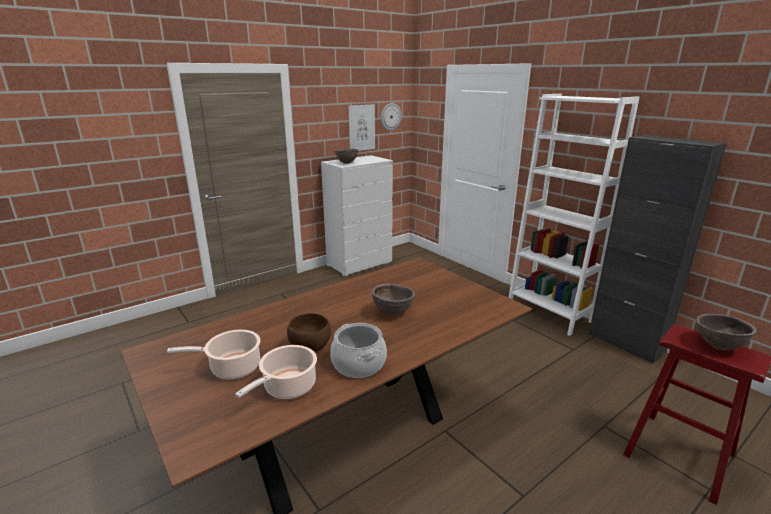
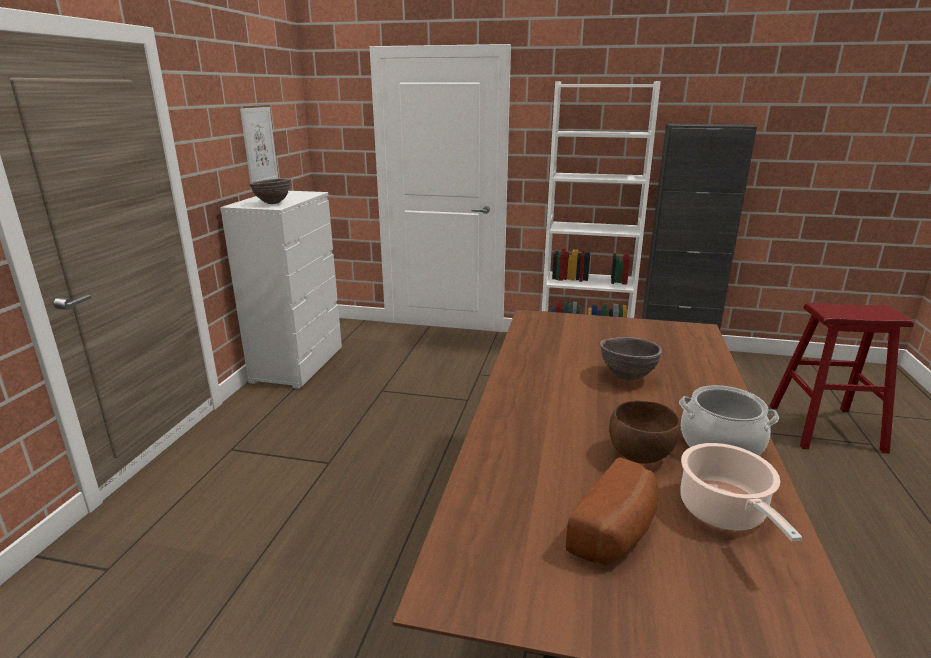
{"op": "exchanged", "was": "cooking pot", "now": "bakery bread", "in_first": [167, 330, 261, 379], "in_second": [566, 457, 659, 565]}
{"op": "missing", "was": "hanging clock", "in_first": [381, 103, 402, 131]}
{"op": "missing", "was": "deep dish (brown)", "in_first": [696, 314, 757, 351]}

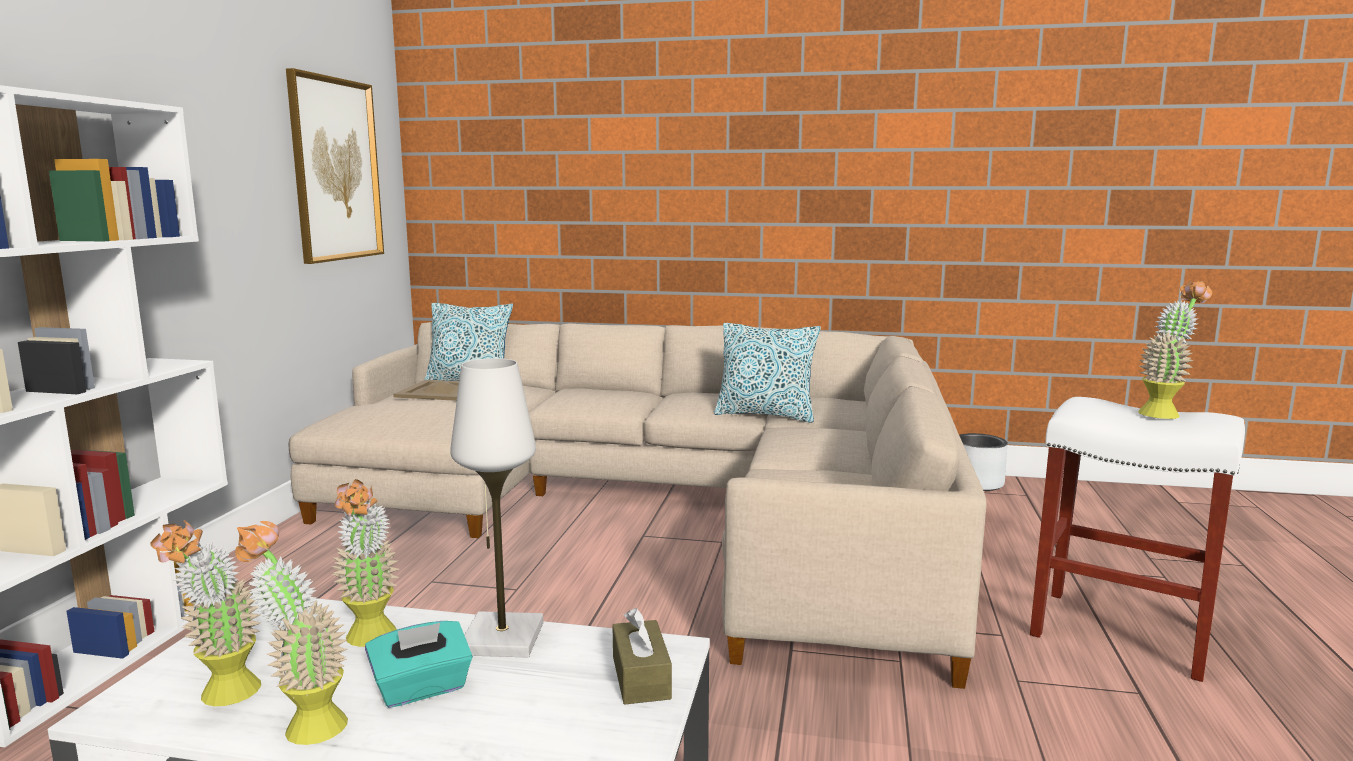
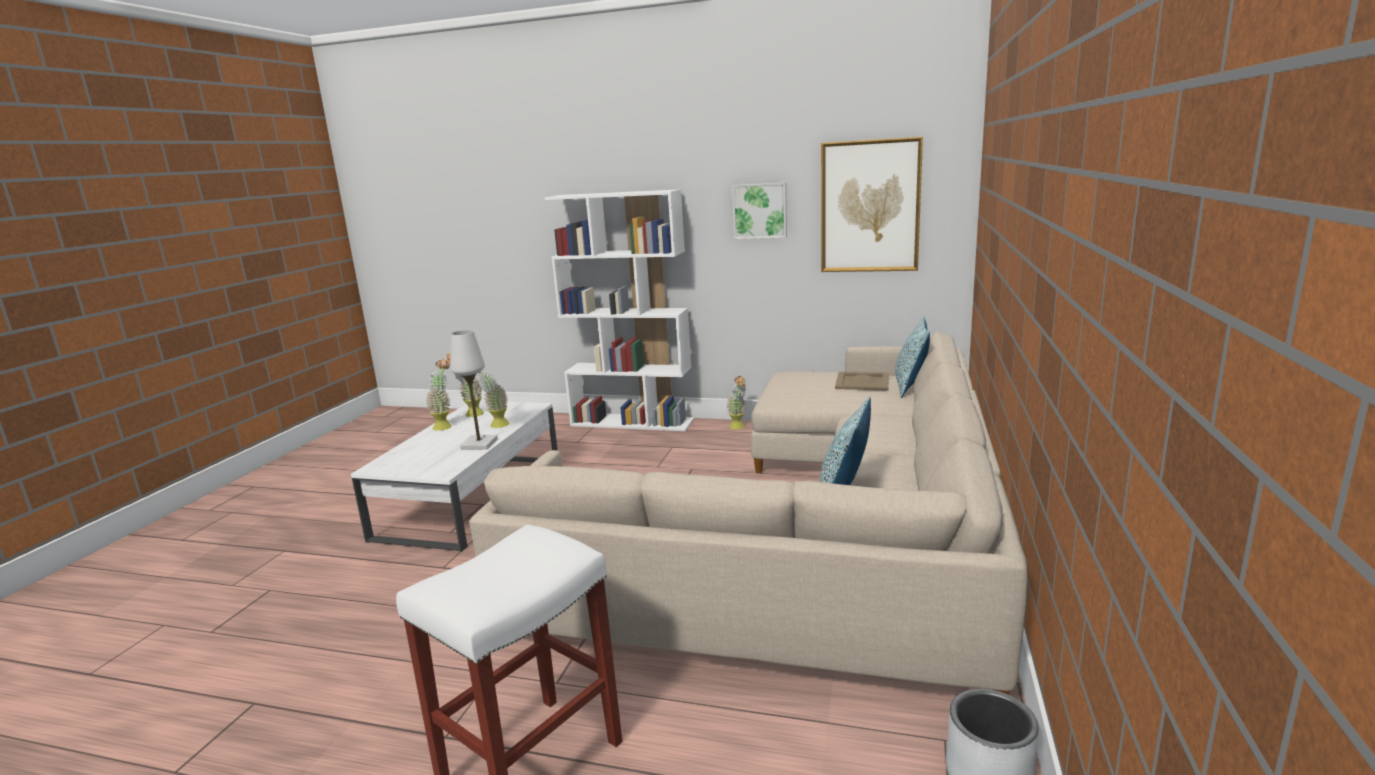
{"op": "relocated", "was": "potted plant", "in_first": [1138, 282, 1212, 419], "in_second": [726, 376, 746, 429]}
{"op": "appeared", "now": "wall picture", "in_second": [732, 182, 787, 239]}
{"op": "missing", "was": "box of tissues (turquoise-coloured)", "in_first": [365, 621, 473, 708]}
{"op": "missing", "was": "box of tissues (brown)", "in_first": [612, 608, 672, 705]}

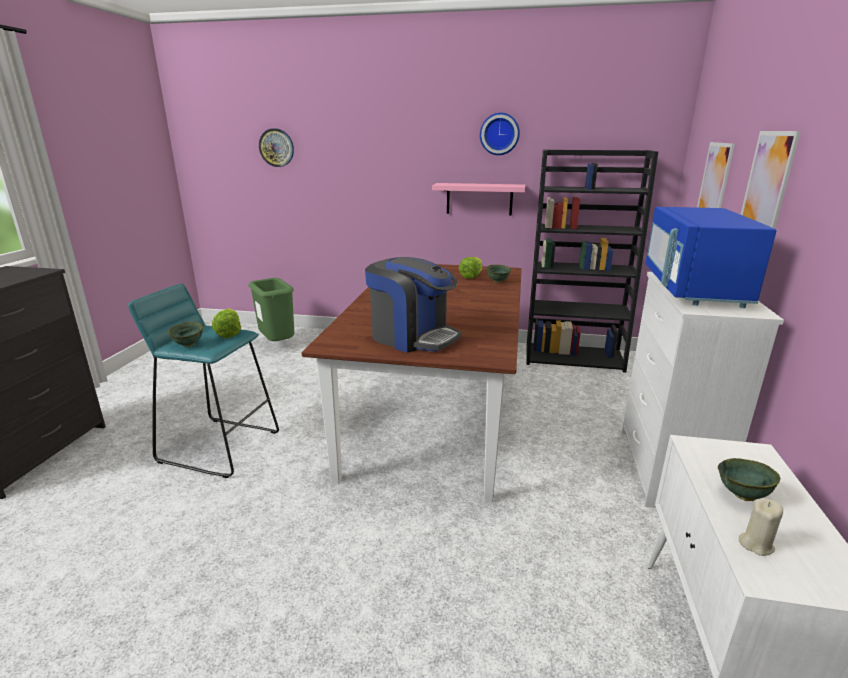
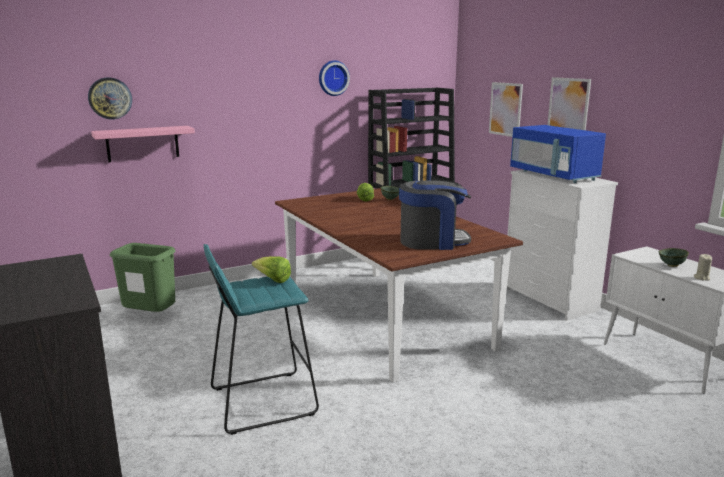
{"op": "relocated", "was": "bracket shelf (pink)", "in_first": [432, 183, 525, 216], "in_second": [91, 126, 195, 163]}
{"op": "missing", "was": "deep dish (green)", "in_first": [168, 322, 203, 347]}

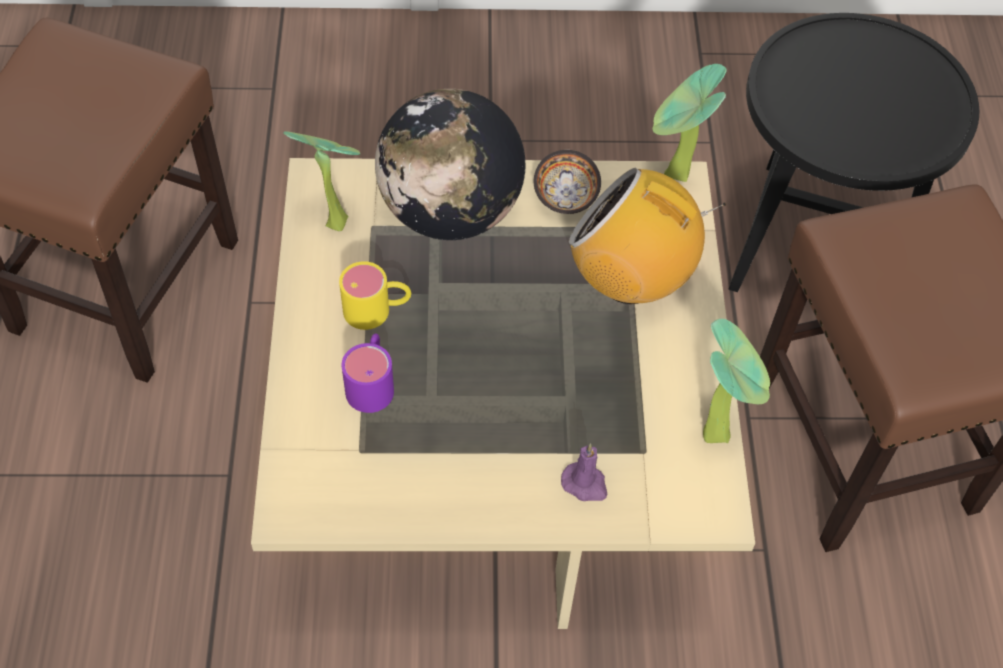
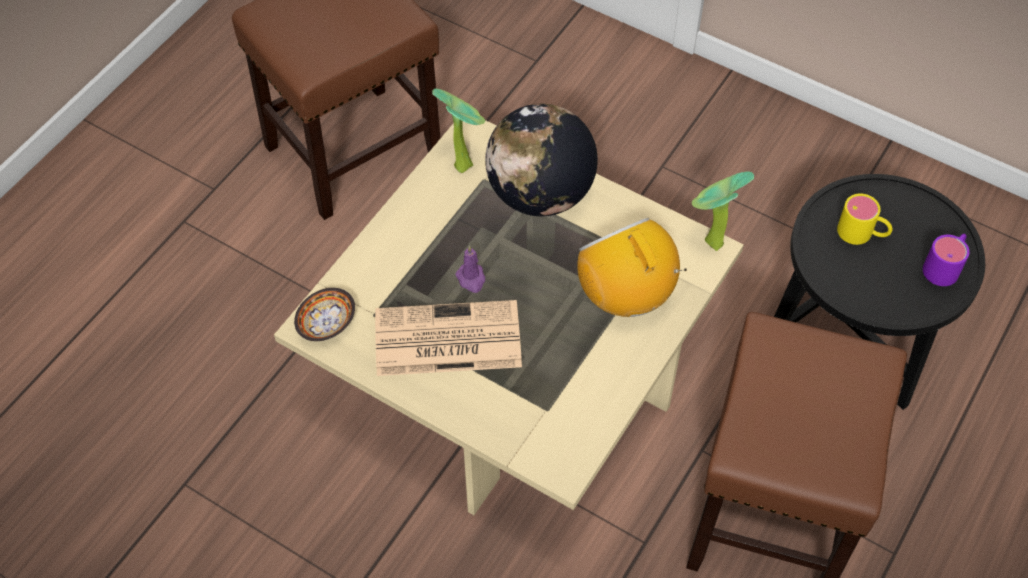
{"op": "relocated", "was": "deep dish", "in_first": [534, 150, 601, 214], "in_second": [294, 288, 355, 341]}
{"op": "appeared", "now": "printed paper", "in_second": [375, 300, 522, 376]}
{"op": "relocated", "was": "wax light (purplish)", "in_first": [561, 444, 607, 501], "in_second": [455, 245, 485, 293]}
{"op": "relocated", "was": "tea mug (yellowish)", "in_first": [339, 261, 411, 330], "in_second": [837, 193, 892, 245]}
{"op": "relocated", "was": "tea mug (purplish)", "in_first": [342, 333, 394, 413], "in_second": [923, 234, 970, 286]}
{"op": "missing", "was": "potted plant", "in_first": [703, 319, 770, 444]}

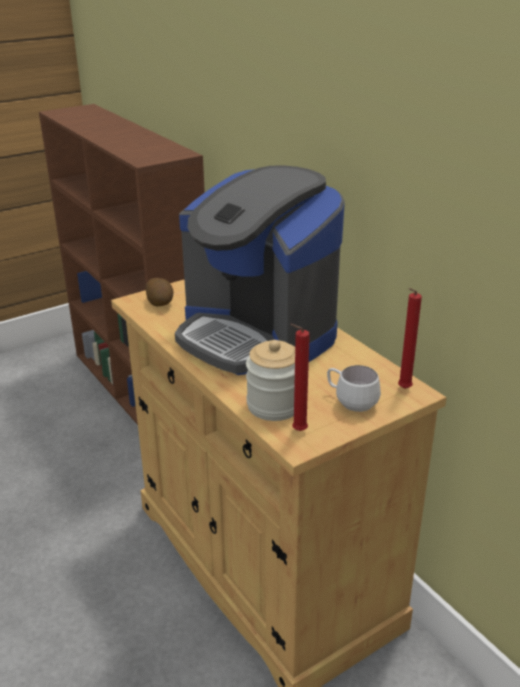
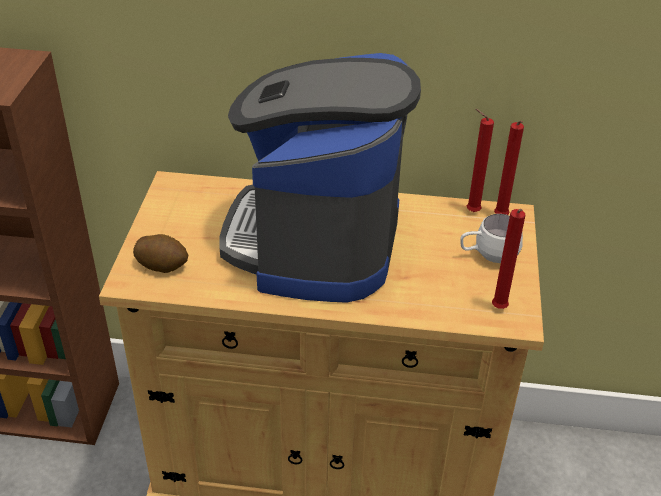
{"op": "spun", "was": "coffee machine", "in_first": [175, 165, 345, 375], "in_second": [219, 53, 421, 303], "clockwise": 105}
{"op": "appeared", "now": "wax light (reddish)", "in_second": [467, 109, 494, 212]}
{"op": "missing", "was": "storage jar", "in_first": [246, 340, 295, 421]}

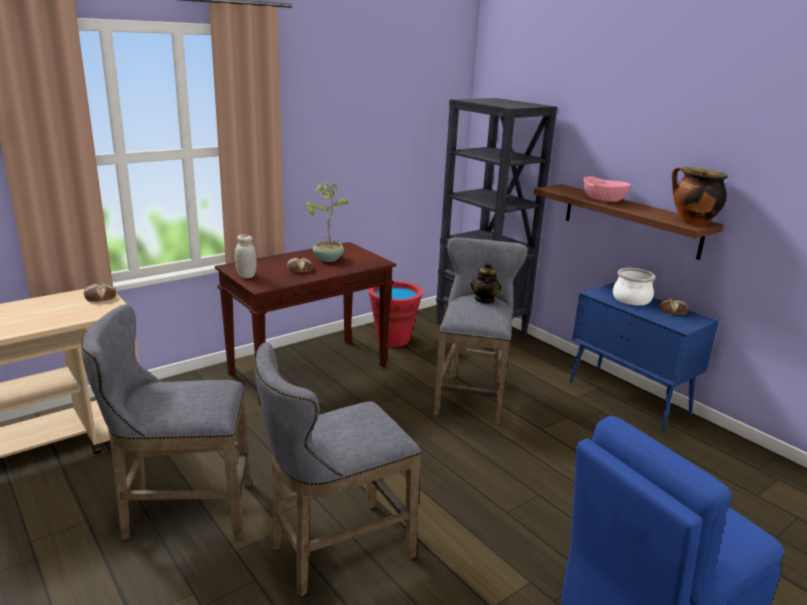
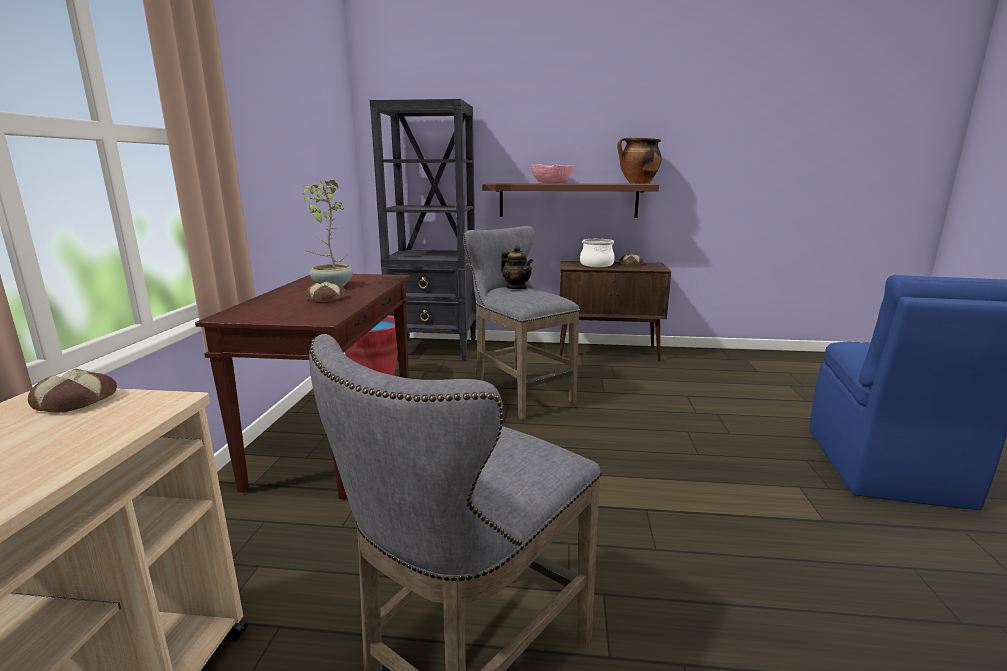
{"op": "colour", "was": "cupboard (blue-coloured)", "now": "cupboard (brown)", "in_first": [569, 283, 719, 431], "in_second": [560, 261, 671, 361]}
{"op": "missing", "was": "storage jar (white)", "in_first": [235, 235, 257, 278]}
{"op": "missing", "was": "stool (gray)", "in_first": [254, 342, 421, 597]}

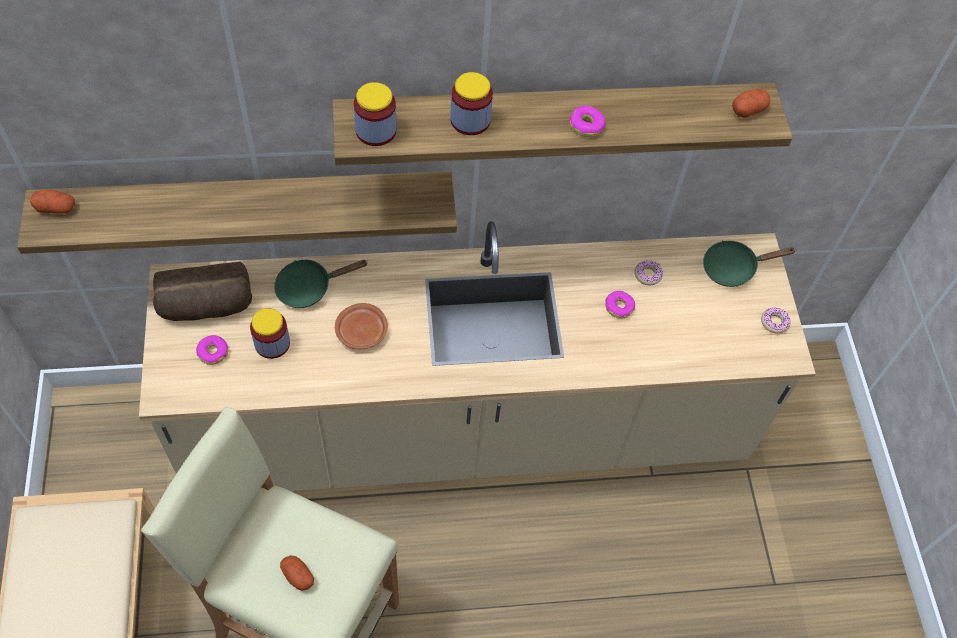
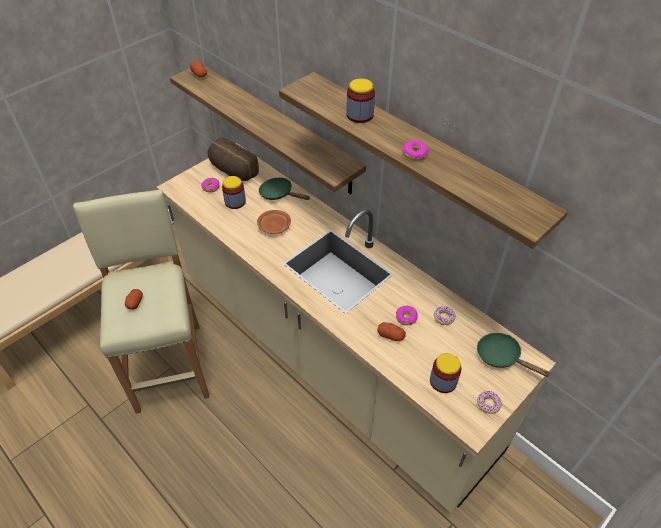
{"op": "relocated", "was": "spud", "in_first": [732, 89, 771, 118], "in_second": [377, 322, 406, 341]}
{"op": "relocated", "was": "storage jar", "in_first": [354, 82, 396, 146], "in_second": [430, 353, 461, 393]}

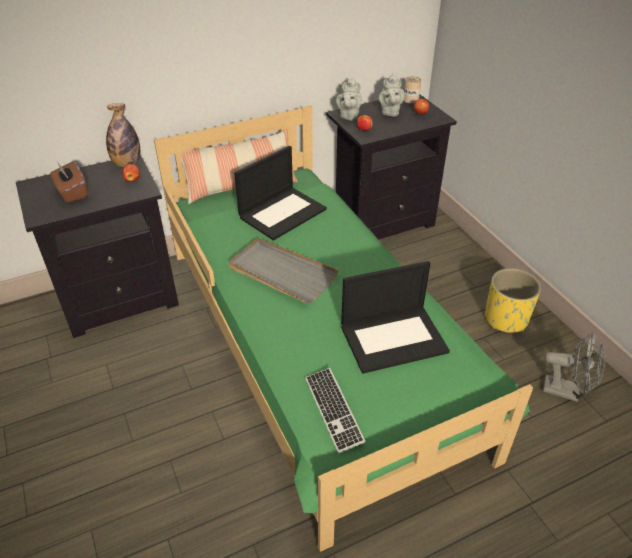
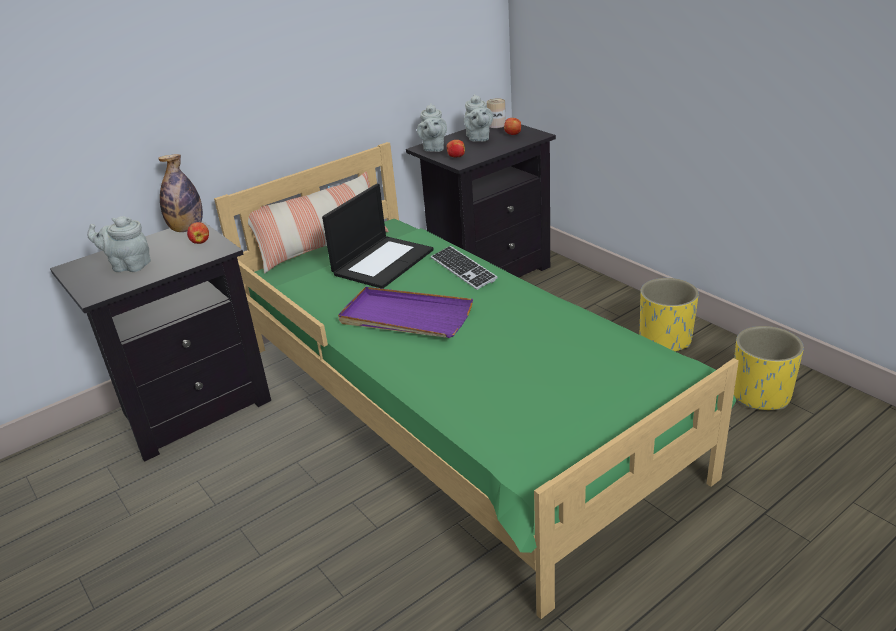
{"op": "exchanged", "was": "box of tissues (brown)", "now": "pot for tea (gray)", "in_first": [50, 161, 87, 203], "in_second": [87, 216, 151, 272]}
{"op": "colour", "was": "tray (gray)", "now": "tray (purplish)", "in_first": [228, 238, 338, 304], "in_second": [338, 287, 473, 338]}
{"op": "relocated", "was": "PC keyboard", "in_first": [305, 368, 365, 453], "in_second": [431, 246, 498, 290]}
{"op": "exchanged", "was": "electric fan (gray)", "now": "flower pot (yellowish)", "in_first": [543, 333, 605, 402], "in_second": [734, 326, 804, 410]}
{"op": "missing", "was": "portable computer", "in_first": [341, 261, 450, 374]}

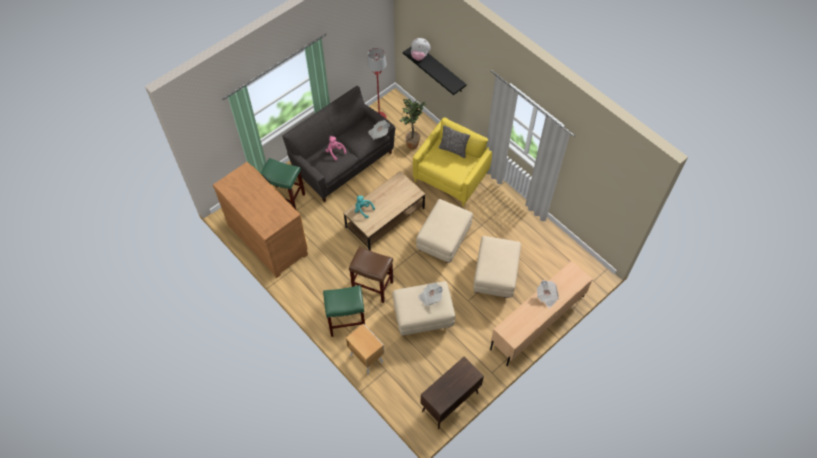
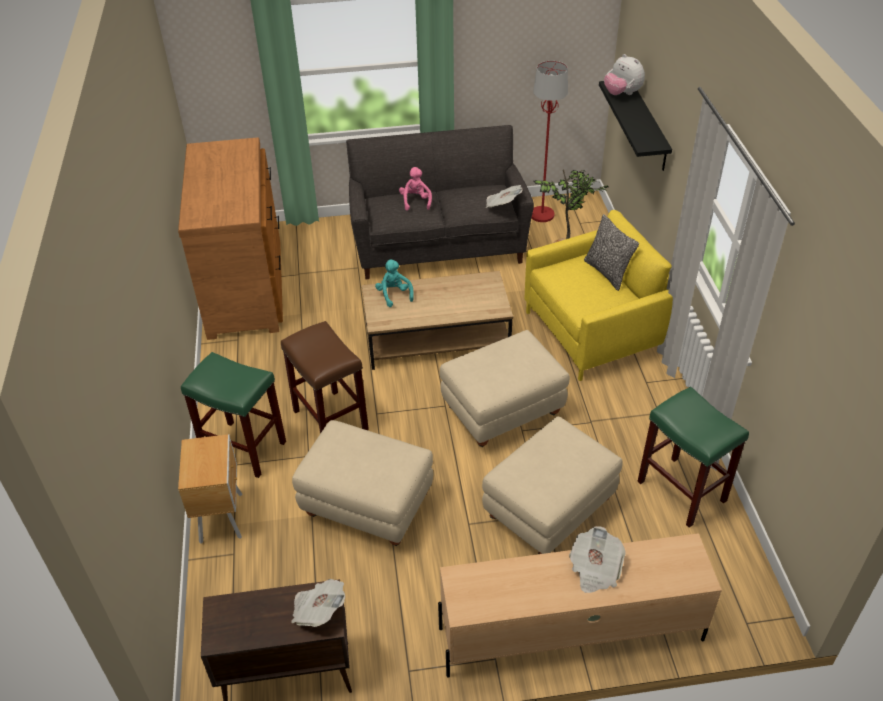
{"op": "relocated", "was": "printed paper", "in_first": [418, 283, 443, 306], "in_second": [292, 579, 345, 627]}
{"op": "relocated", "was": "stool (green)", "in_first": [260, 158, 305, 209], "in_second": [638, 387, 749, 528]}

